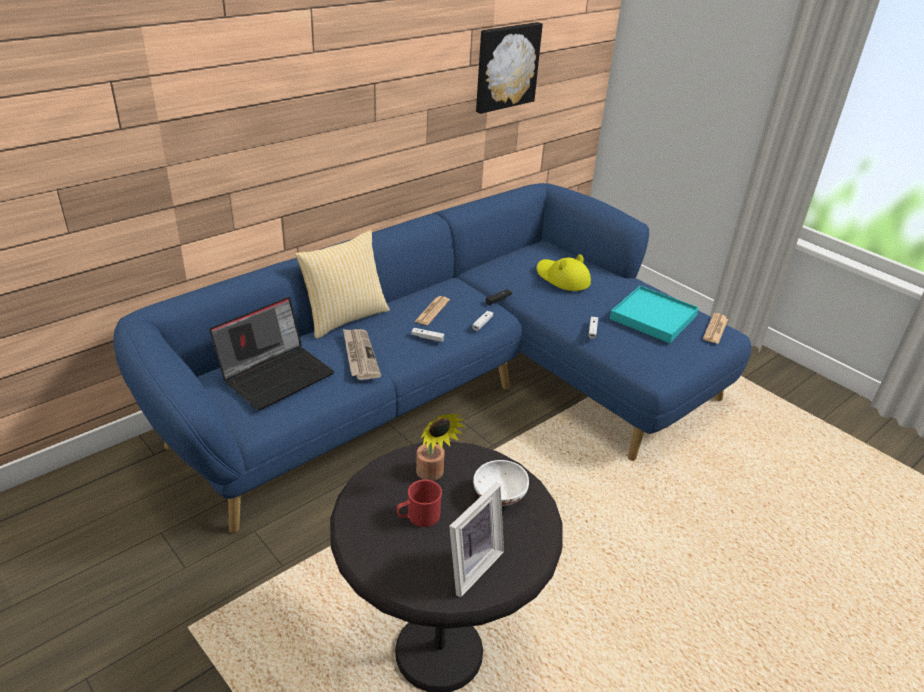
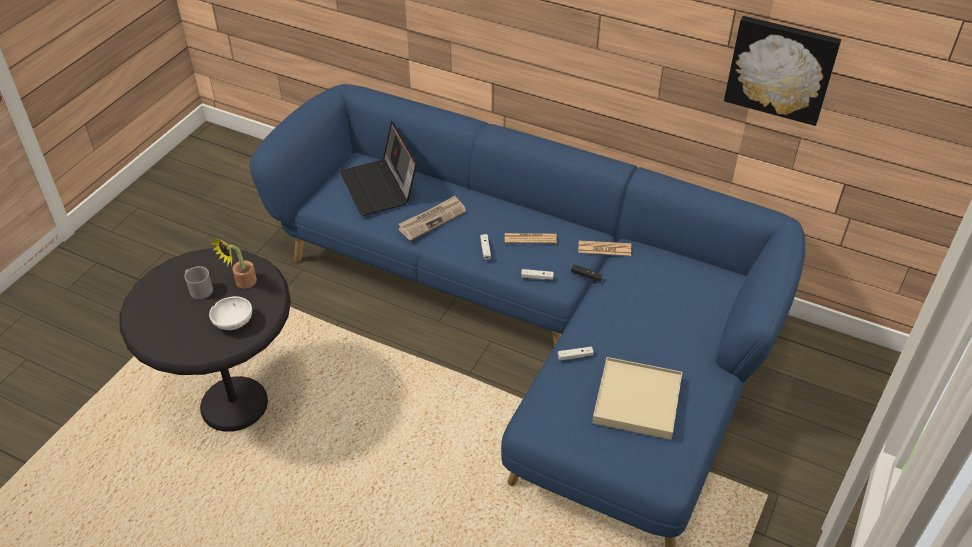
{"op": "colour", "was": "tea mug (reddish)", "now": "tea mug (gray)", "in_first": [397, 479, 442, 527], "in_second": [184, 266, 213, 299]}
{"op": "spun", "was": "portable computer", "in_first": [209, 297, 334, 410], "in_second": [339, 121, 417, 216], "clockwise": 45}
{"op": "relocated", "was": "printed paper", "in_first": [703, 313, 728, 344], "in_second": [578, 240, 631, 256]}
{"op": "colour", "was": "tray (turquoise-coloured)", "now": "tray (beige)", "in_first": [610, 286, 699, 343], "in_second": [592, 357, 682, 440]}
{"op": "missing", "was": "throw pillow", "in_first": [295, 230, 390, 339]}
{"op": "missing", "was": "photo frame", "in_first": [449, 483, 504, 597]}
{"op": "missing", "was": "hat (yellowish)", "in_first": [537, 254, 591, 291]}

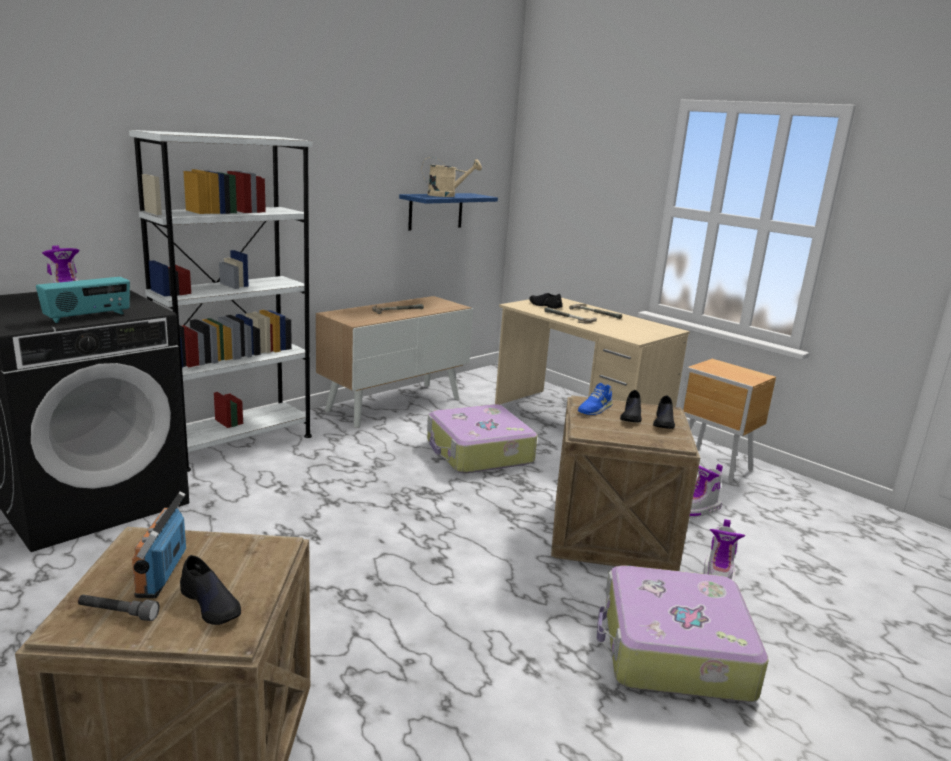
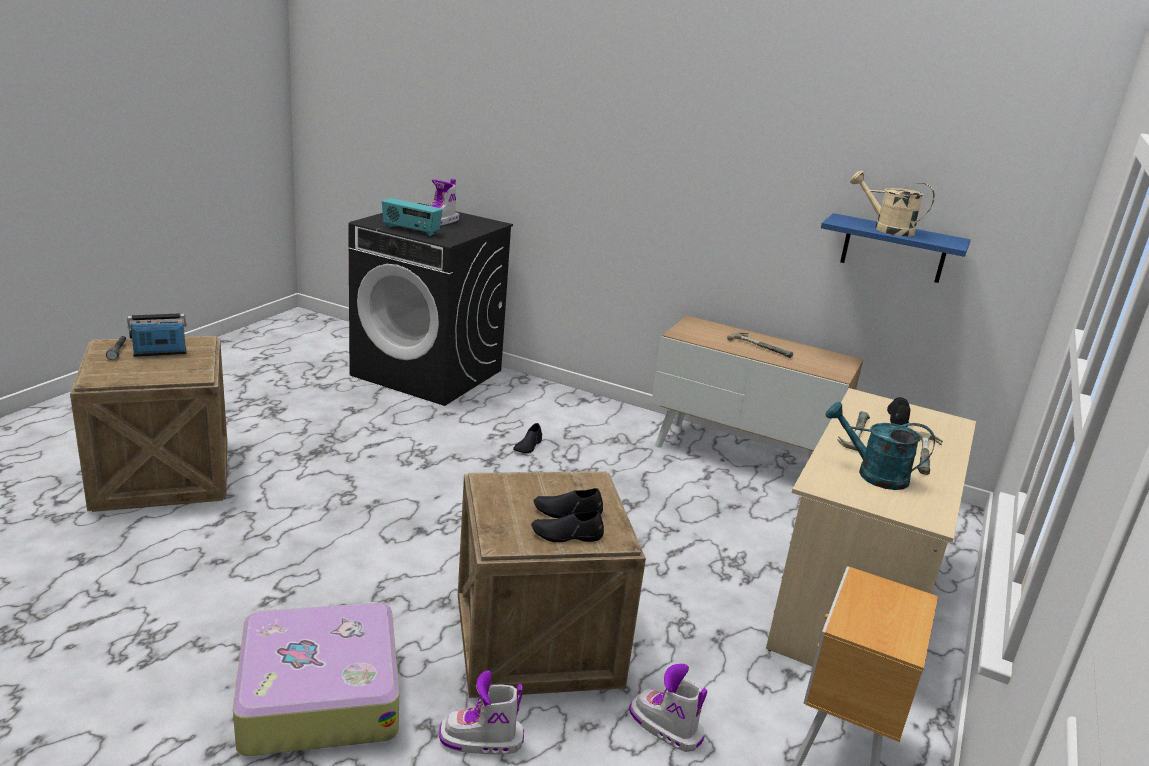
{"op": "relocated", "was": "item of footwear (black-coloured)", "in_first": [180, 555, 241, 625], "in_second": [513, 423, 542, 453]}
{"op": "appeared", "now": "watering pot (turquoise-coloured)", "in_second": [826, 402, 935, 490]}
{"op": "spun", "was": "watering pot (beige)", "in_first": [422, 157, 482, 197], "in_second": [850, 170, 935, 236], "clockwise": 150}
{"op": "missing", "was": "bookcase (white)", "in_first": [129, 130, 312, 472]}
{"op": "missing", "was": "travel case", "in_first": [427, 404, 537, 474]}
{"op": "missing", "was": "item of footwear (blue-coloured)", "in_first": [578, 383, 613, 415]}

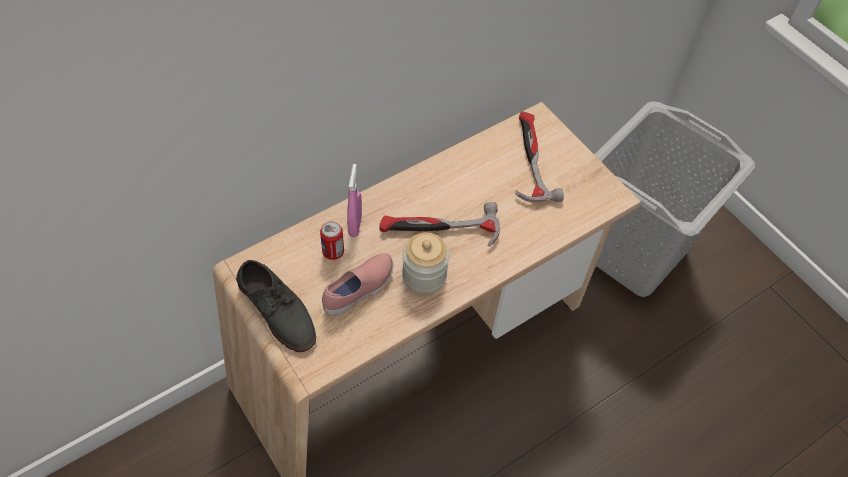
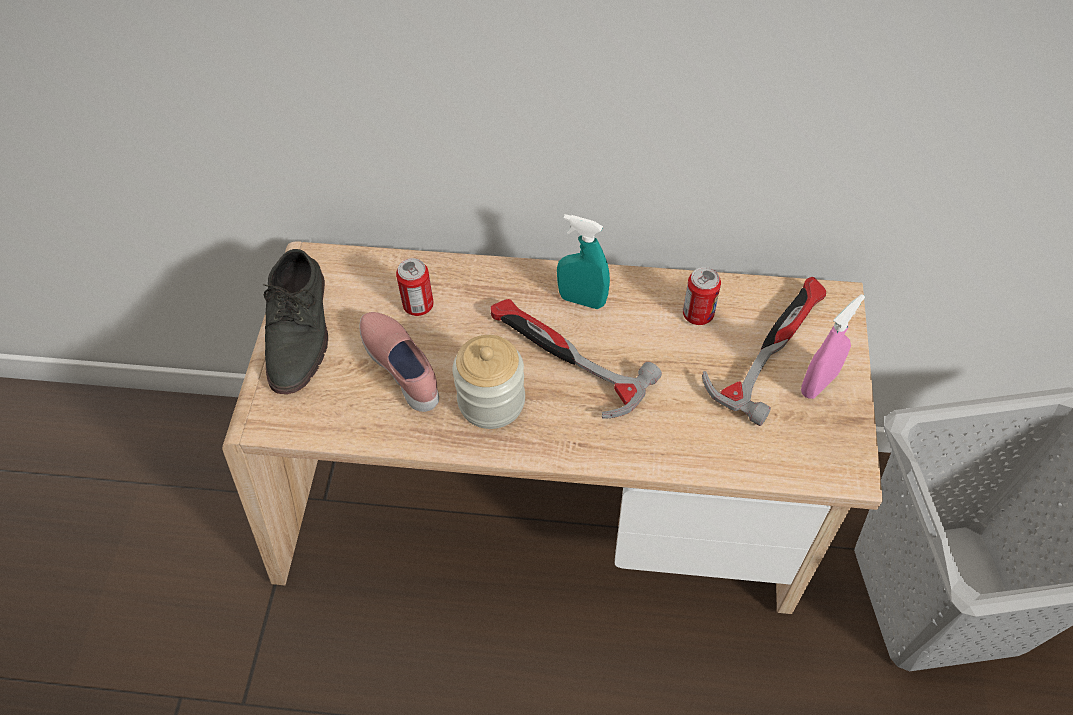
{"op": "spun", "was": "item of footwear (pink)", "in_first": [322, 253, 393, 316], "in_second": [360, 312, 439, 412], "clockwise": -120}
{"op": "appeared", "now": "sprayer (turquoise-coloured)", "in_second": [557, 214, 610, 309]}
{"op": "appeared", "now": "sealed can", "in_second": [683, 267, 721, 325]}
{"op": "relocated", "was": "sprayer (pink)", "in_first": [347, 164, 362, 237], "in_second": [801, 294, 865, 399]}

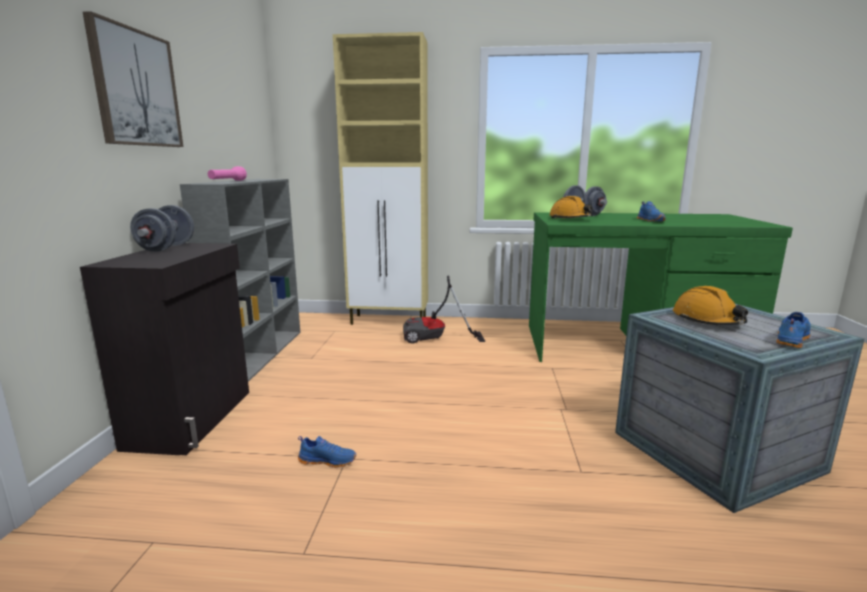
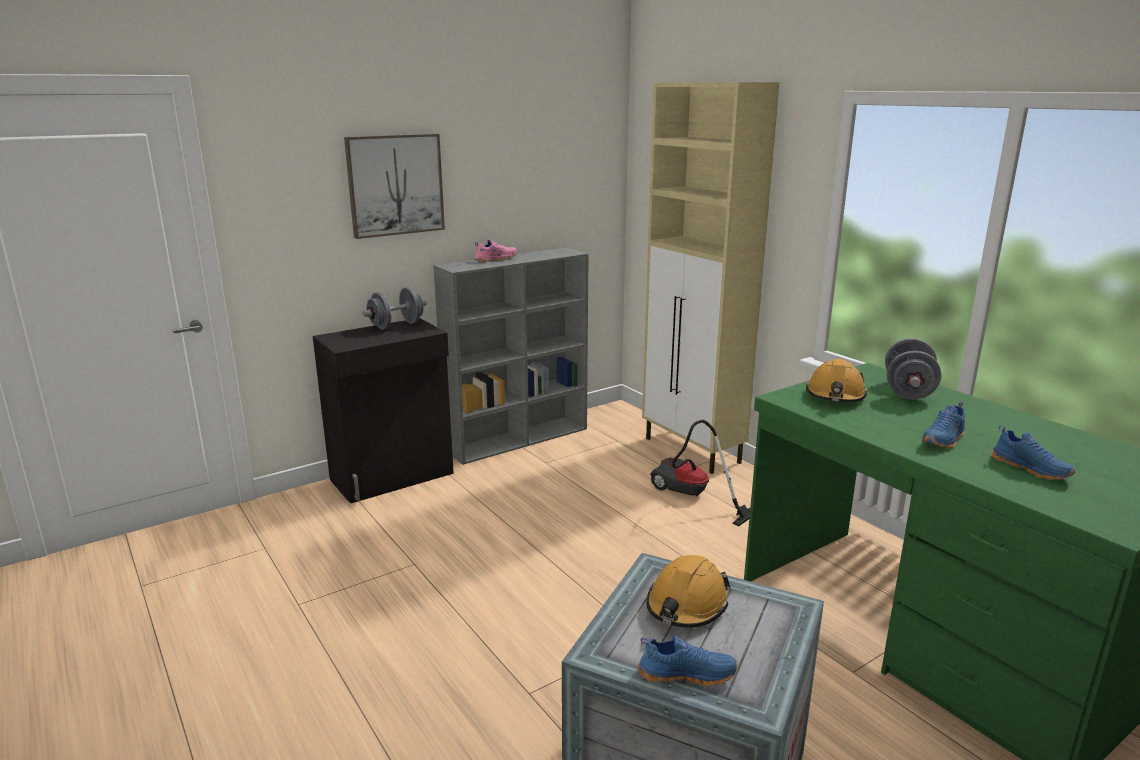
{"op": "exchanged", "was": "torch (pink)", "now": "item of footwear (pink)", "in_first": [208, 166, 247, 181], "in_second": [475, 240, 517, 262]}
{"op": "relocated", "was": "item of footwear (blue-coloured)", "in_first": [298, 436, 356, 468], "in_second": [991, 425, 1075, 480]}

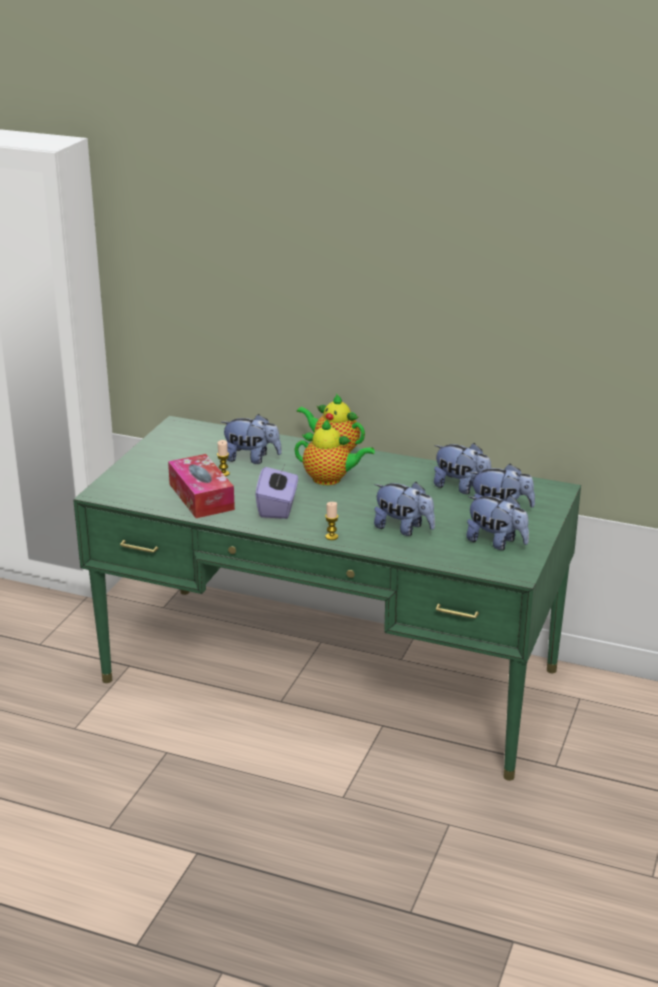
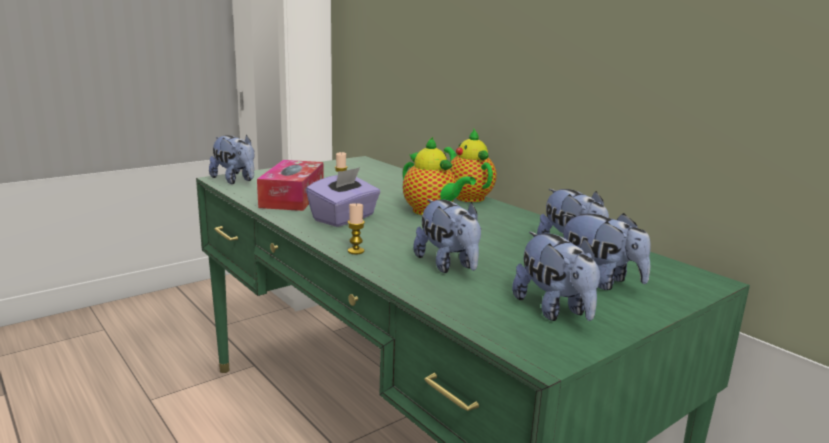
{"op": "relocated", "was": "cuddly toy", "in_first": [221, 414, 282, 464], "in_second": [209, 135, 254, 184]}

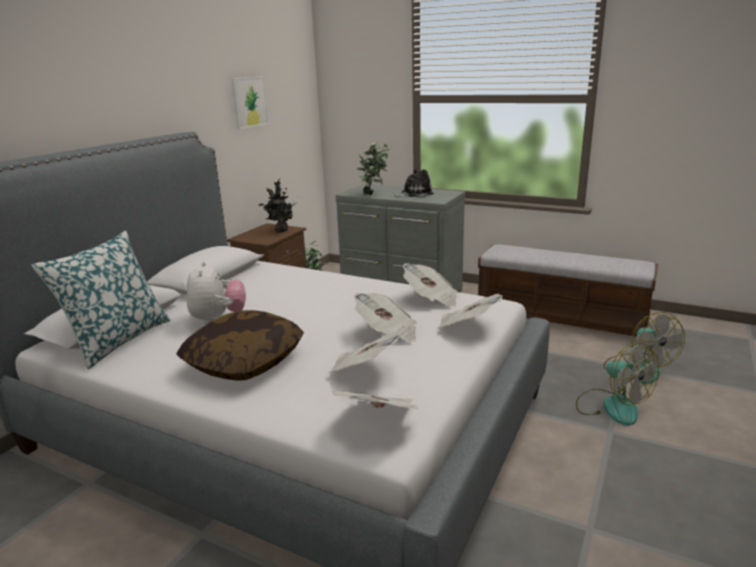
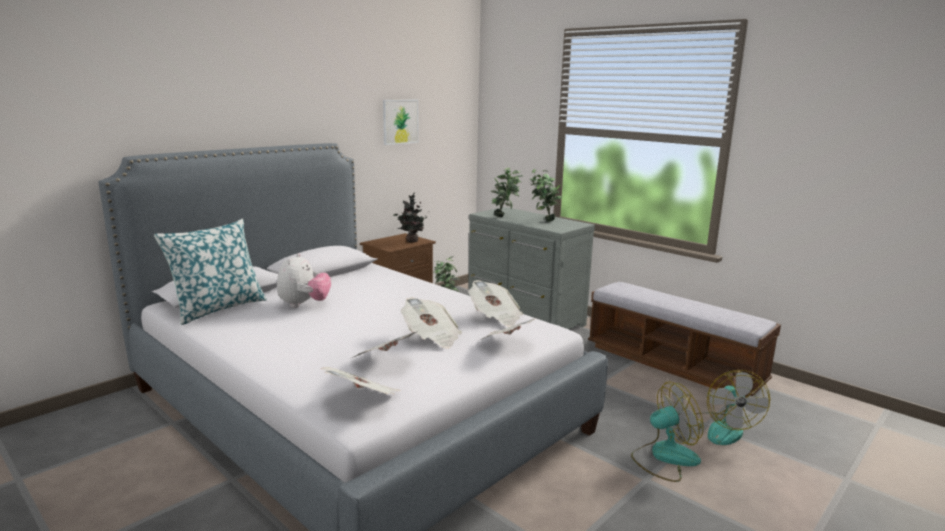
{"op": "exchanged", "was": "cuddly toy", "now": "potted plant", "in_first": [394, 169, 434, 197], "in_second": [529, 169, 562, 222]}
{"op": "spun", "was": "electric fan", "in_first": [576, 343, 659, 426], "in_second": [631, 381, 704, 482], "clockwise": -90}
{"op": "missing", "was": "throw pillow", "in_first": [176, 310, 304, 381]}

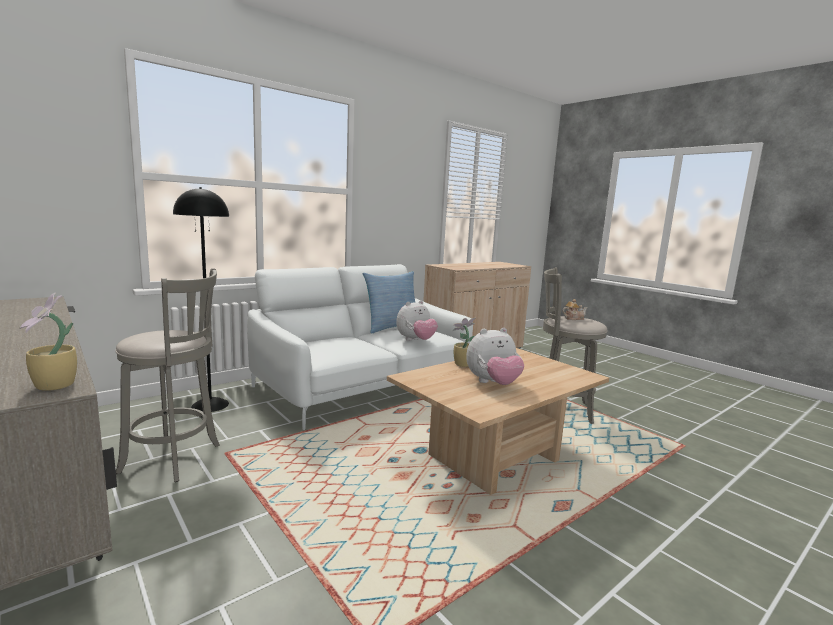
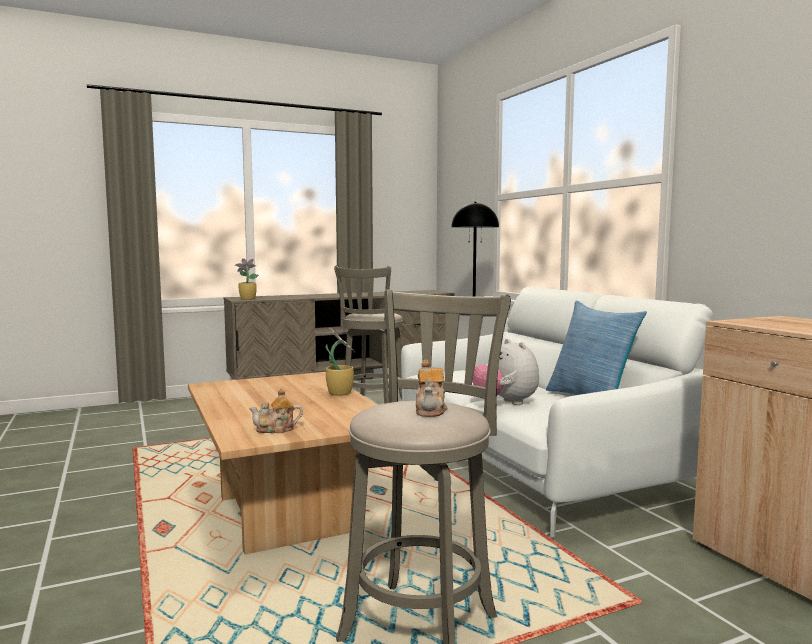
{"op": "appeared", "now": "pot for tea", "in_second": [249, 389, 303, 433]}
{"op": "missing", "was": "cuddly toy", "in_first": [466, 328, 524, 385]}

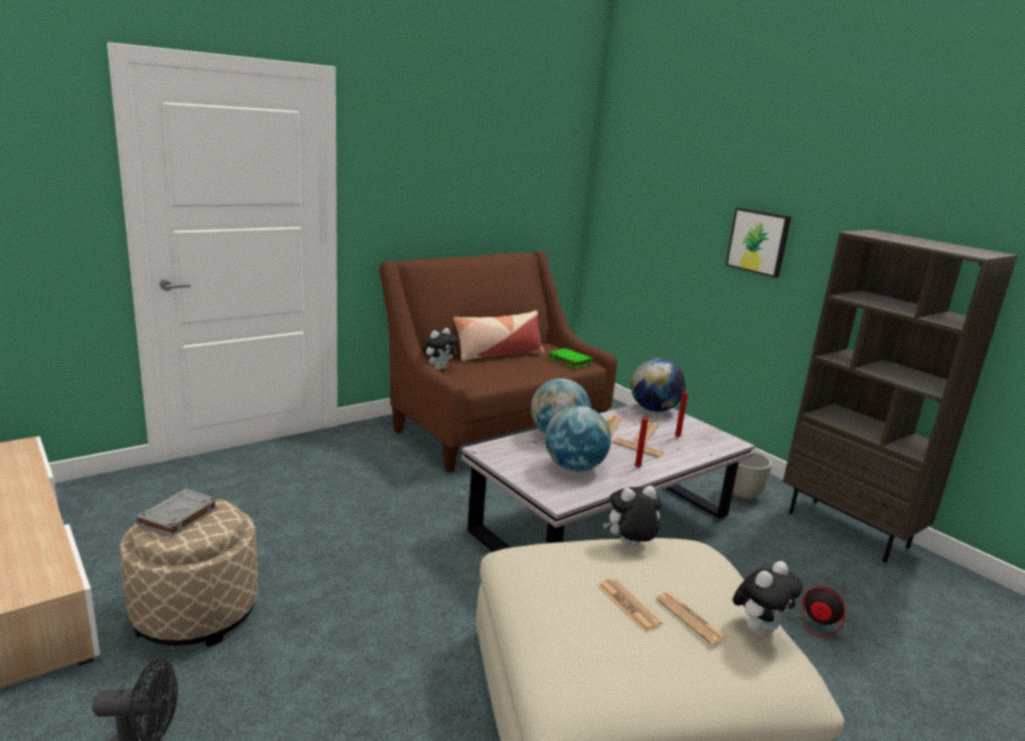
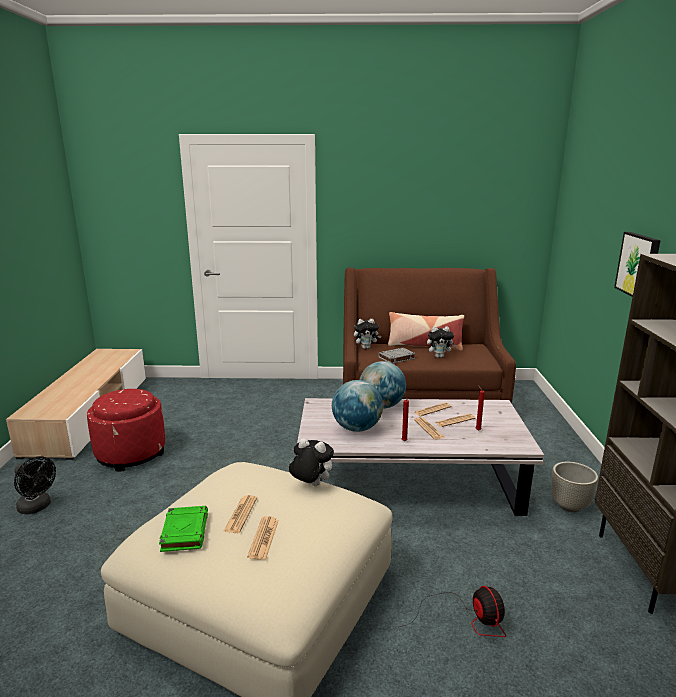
{"op": "colour", "was": "footrest (beige)", "now": "footrest (reddish)", "in_first": [120, 499, 258, 647], "in_second": [87, 389, 165, 471]}
{"op": "relocated", "was": "bound book (green)", "in_first": [548, 348, 593, 369], "in_second": [159, 506, 208, 552]}
{"op": "relocated", "was": "bound book (gray)", "in_first": [135, 489, 218, 537], "in_second": [378, 347, 416, 364]}
{"op": "relocated", "was": "cuddly toy", "in_first": [733, 561, 803, 638], "in_second": [427, 326, 456, 358]}
{"op": "missing", "was": "world globe", "in_first": [631, 358, 685, 412]}

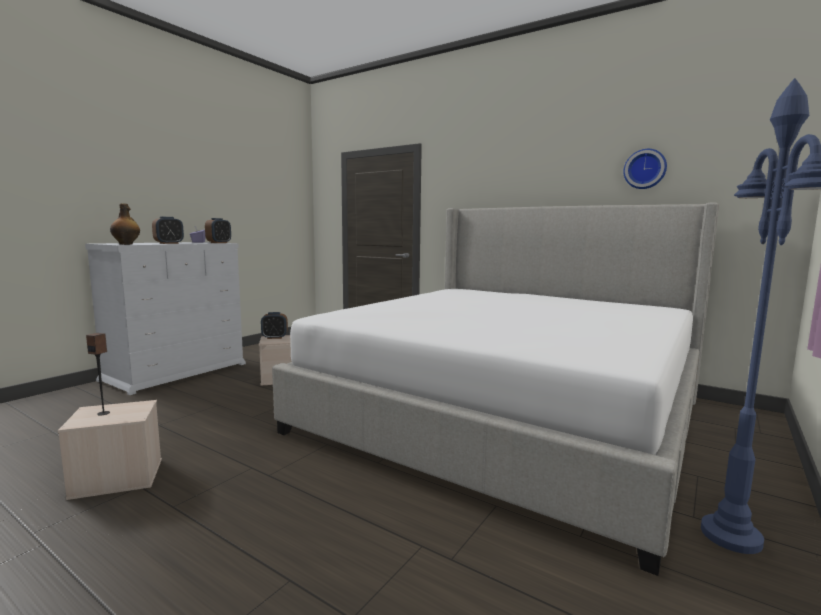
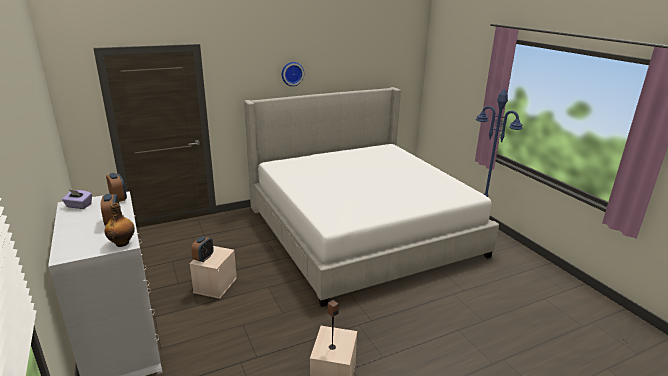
{"op": "relocated", "was": "hanging clock", "in_first": [623, 149, 667, 189], "in_second": [282, 62, 304, 86]}

